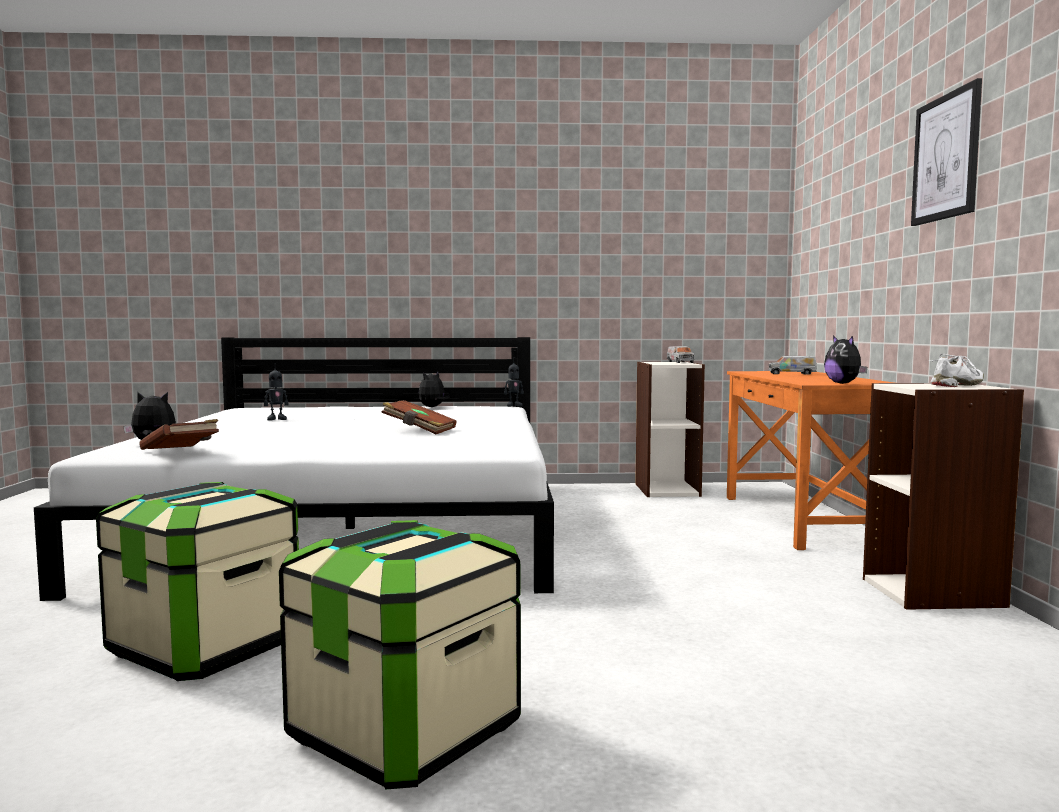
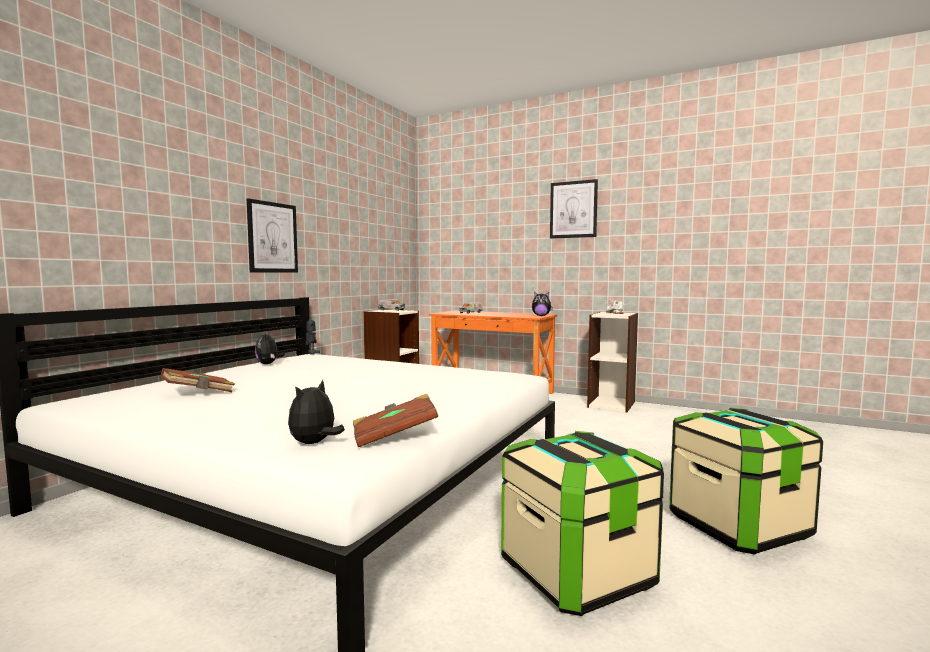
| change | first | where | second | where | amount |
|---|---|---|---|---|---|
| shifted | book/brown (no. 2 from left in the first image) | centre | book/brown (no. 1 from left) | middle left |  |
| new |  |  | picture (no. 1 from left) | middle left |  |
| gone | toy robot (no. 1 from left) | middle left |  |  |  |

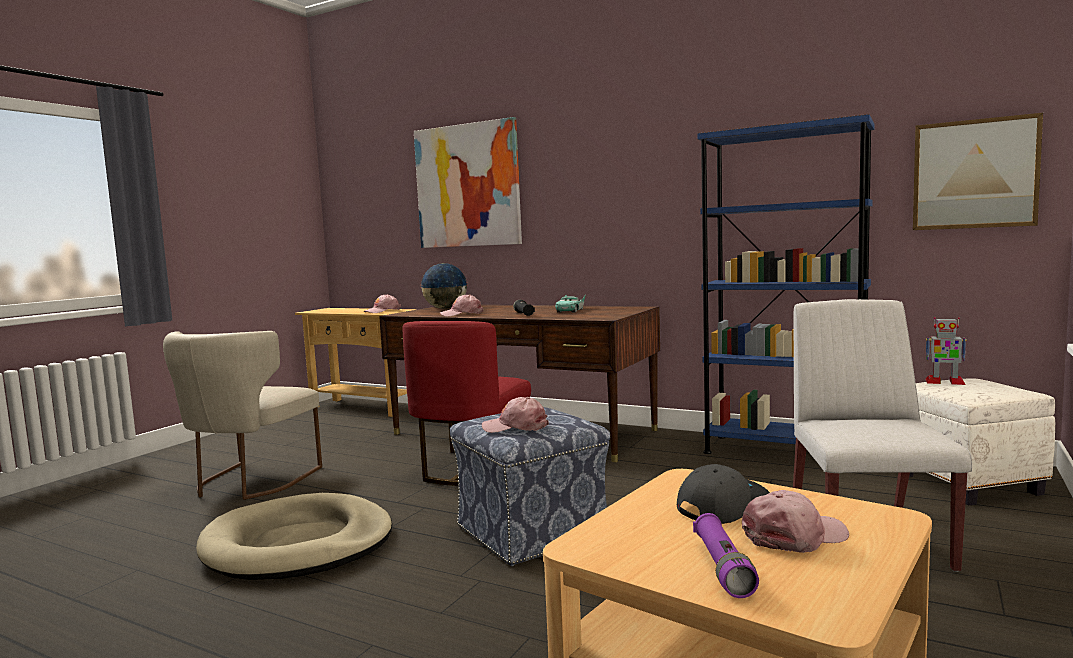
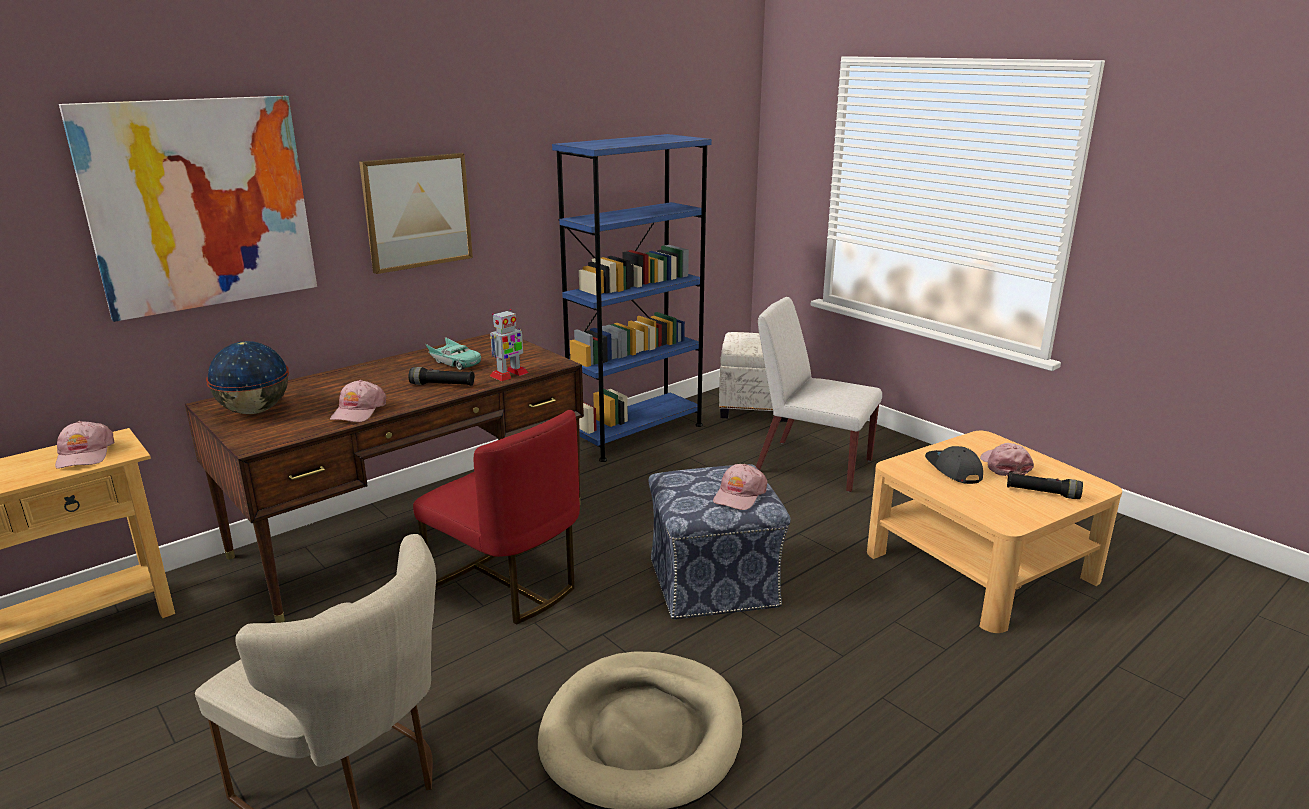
| change | first | where | second | where | amount |
|---|---|---|---|---|---|
| shifted | picture (no. 2 from left) | top right |  | top left |  |
| shifted | toy robot | middle right |  | centre |  |
| repainted | flashlight/purple | bottom right | flashlight/black (no. 2 from left) | middle right |  |

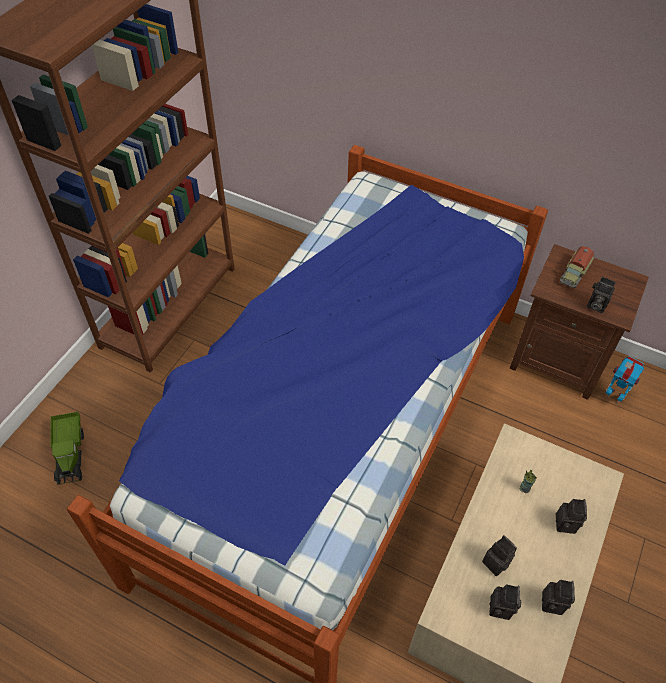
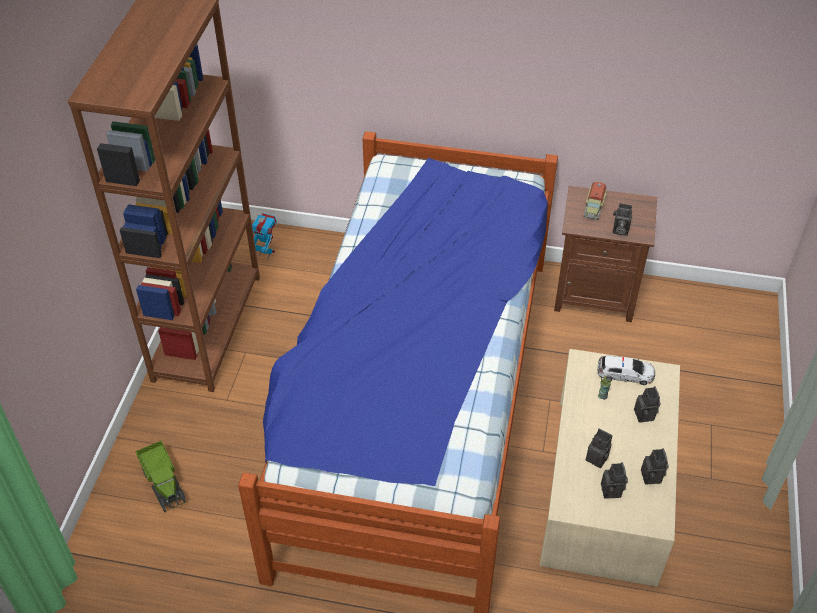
| change | first | where | second | where | amount |
|---|---|---|---|---|---|
| shifted | toy robot | middle right |  | middle left |  |
| new |  |  | toy car | middle right |  |

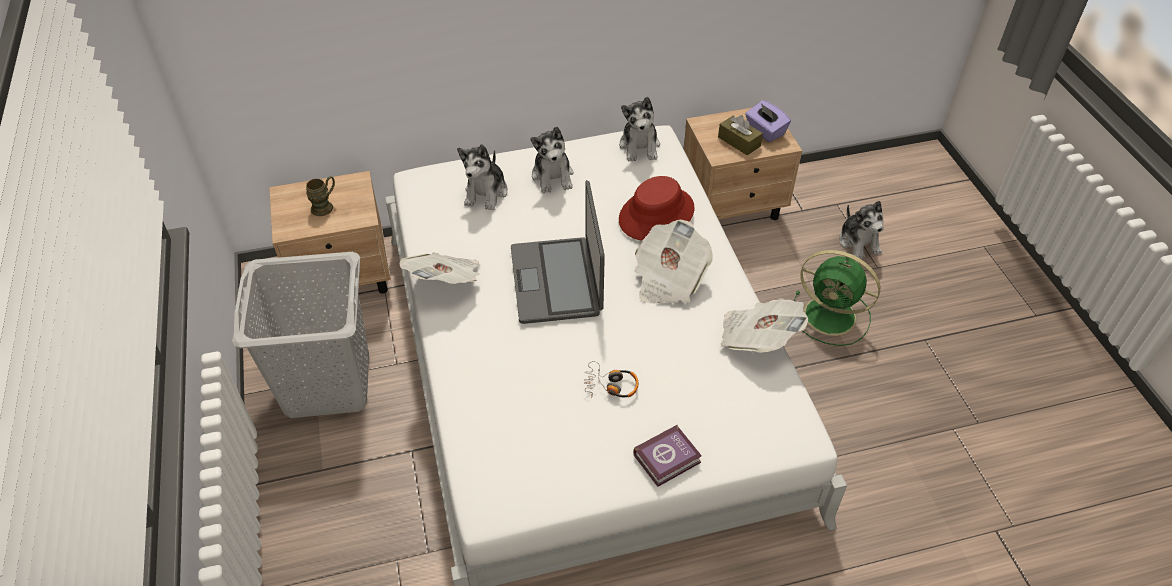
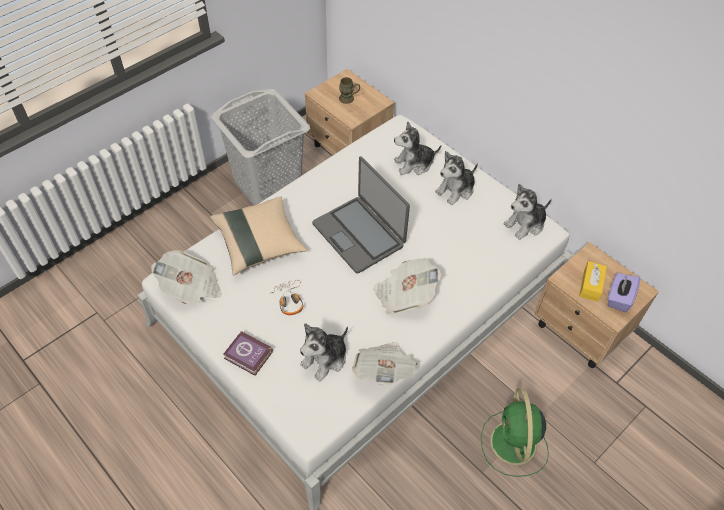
| change | first | where | second | where | amount |
|---|---|---|---|---|---|
| shifted | newspaper (no. 1 from left) | centre |  | middle left |  |
| new |  |  | pillow/beige | centre |  |
| shifted | plush toy (no. 4 from left in the first image) | middle right | plush toy (no. 1 from left) | bottom centre |  |
| rotated | laptop | centre |  | centre | 90 degrees counterclockwise |
| repainted | tissue box/brown | top centre | tissue box/yellow | middle right |  |
| gone | hat/red | centre |  |  |  |

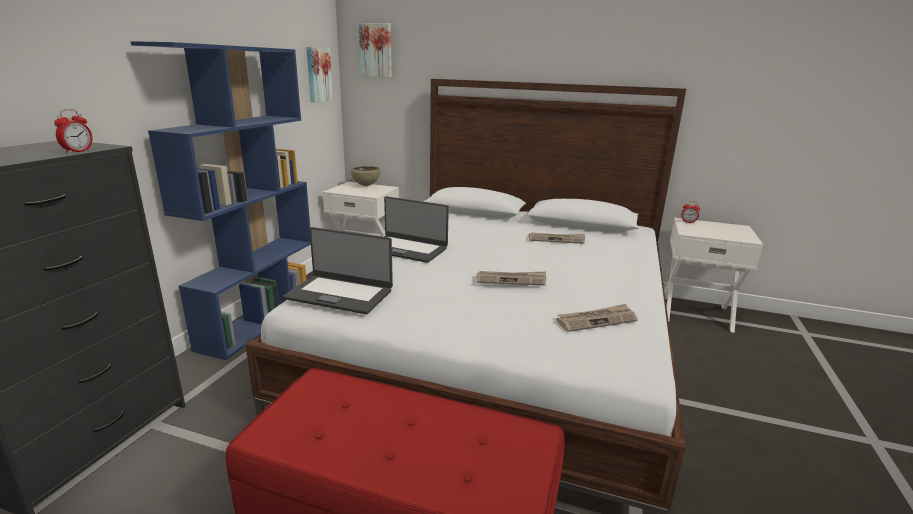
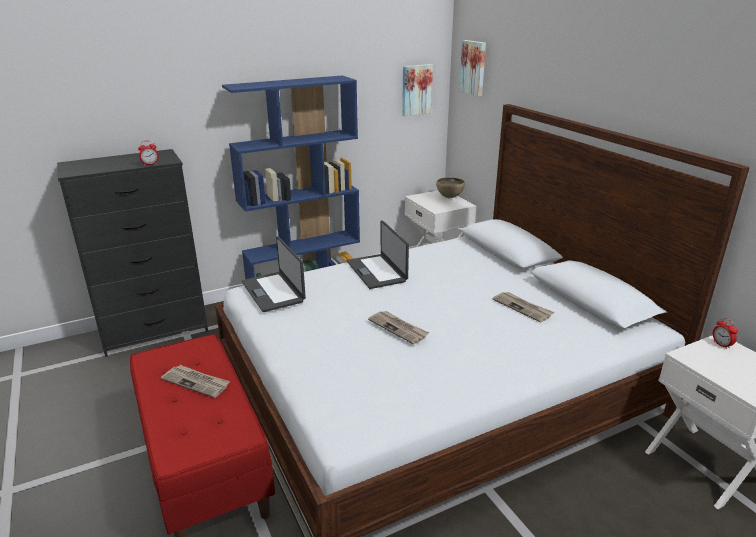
| change | first | where | second | where | amount |
|---|---|---|---|---|---|
| shifted | newspaper (no. 3 from left in the first image) | centre | newspaper (no. 1 from left) | bottom left |  |

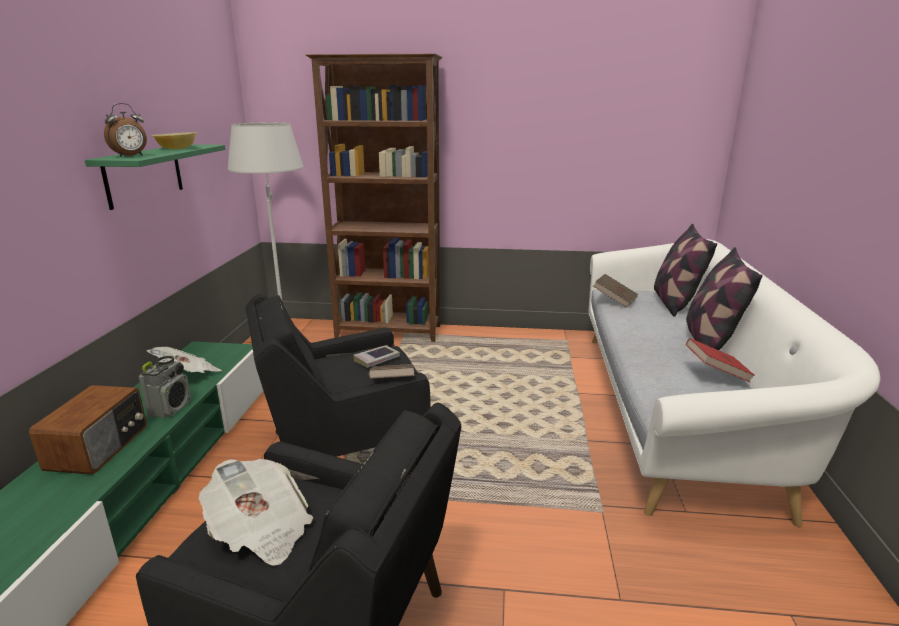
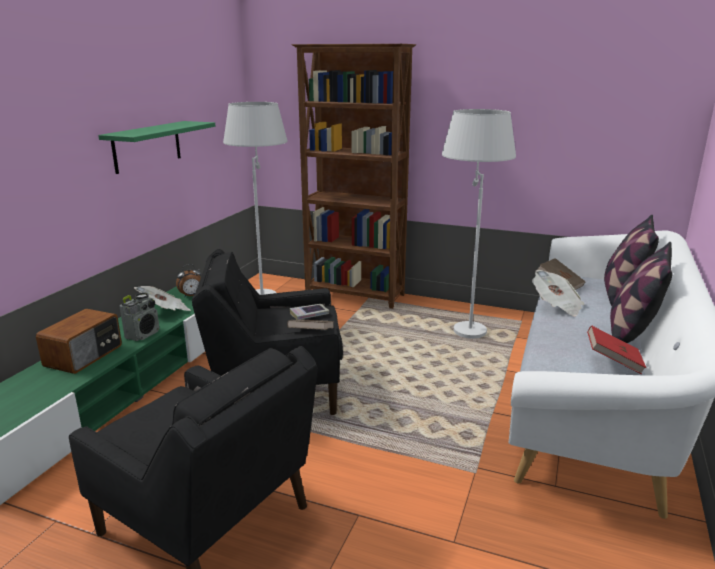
| change | first | where | second | where | amount |
|---|---|---|---|---|---|
| shifted | alarm clock | top left |  | middle left |  |
| new |  |  | floor lamp/white (no. 2 from left) | middle right |  |
| shifted | newspaper (no. 2 from left) | bottom left |  | middle right |  |
| gone | bowl | top left |  |  |  |

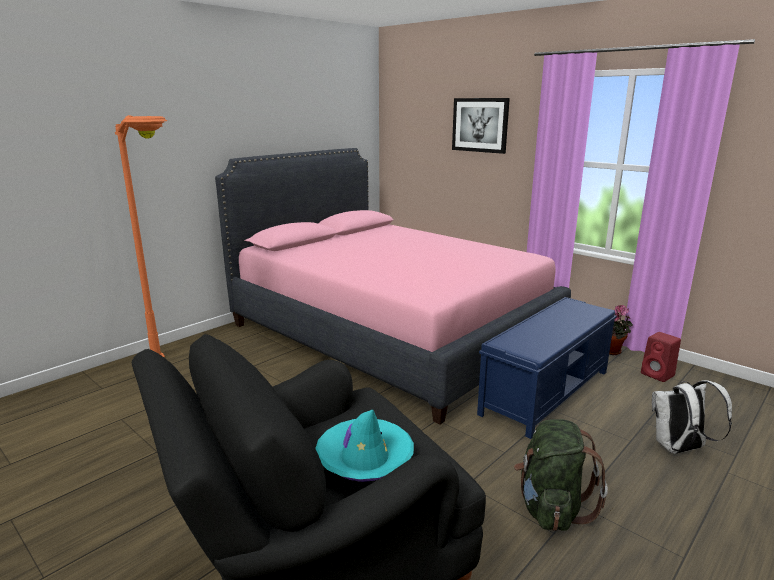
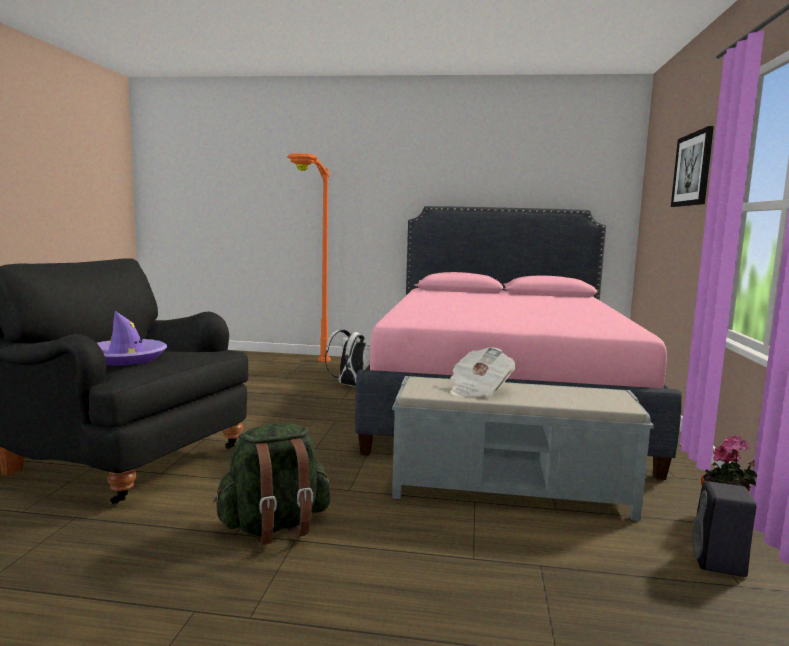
| change | first | where | second | where | amount |
|---|---|---|---|---|---|
| repainted | hat/turquoise | bottom centre | hat/purple | middle left |  |
| shifted | backpack/white | bottom right |  | centre |  |
| repainted | bench/blue | middle right | bench/grey | bottom centre |  |
| new |  |  | newspaper | centre |  |
| repainted | speaker/red | middle right | speaker/black | bottom right |  |

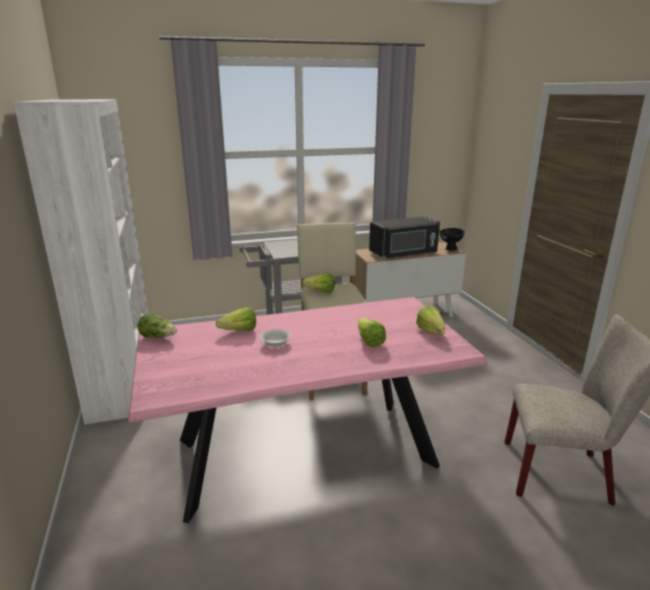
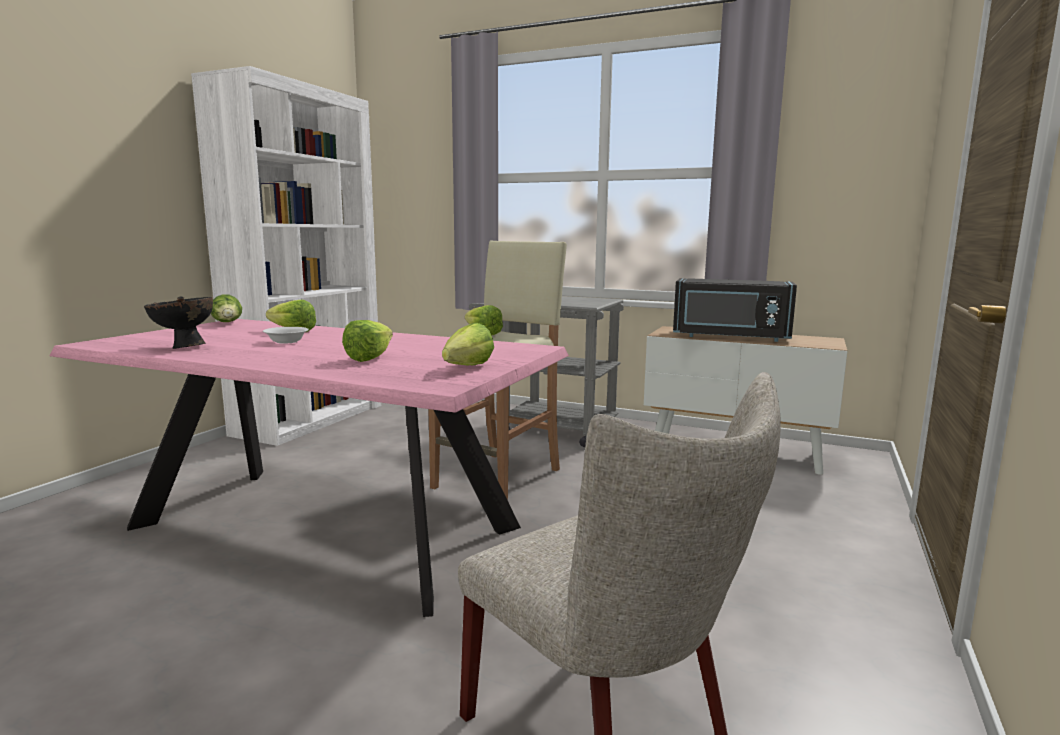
| change | first | where | second | where | amount |
|---|---|---|---|---|---|
| shifted | bowl/black | middle right |  | middle left |  |

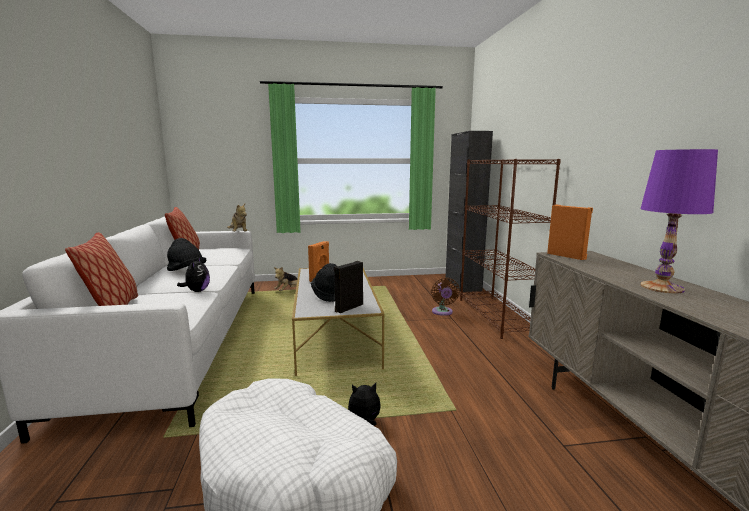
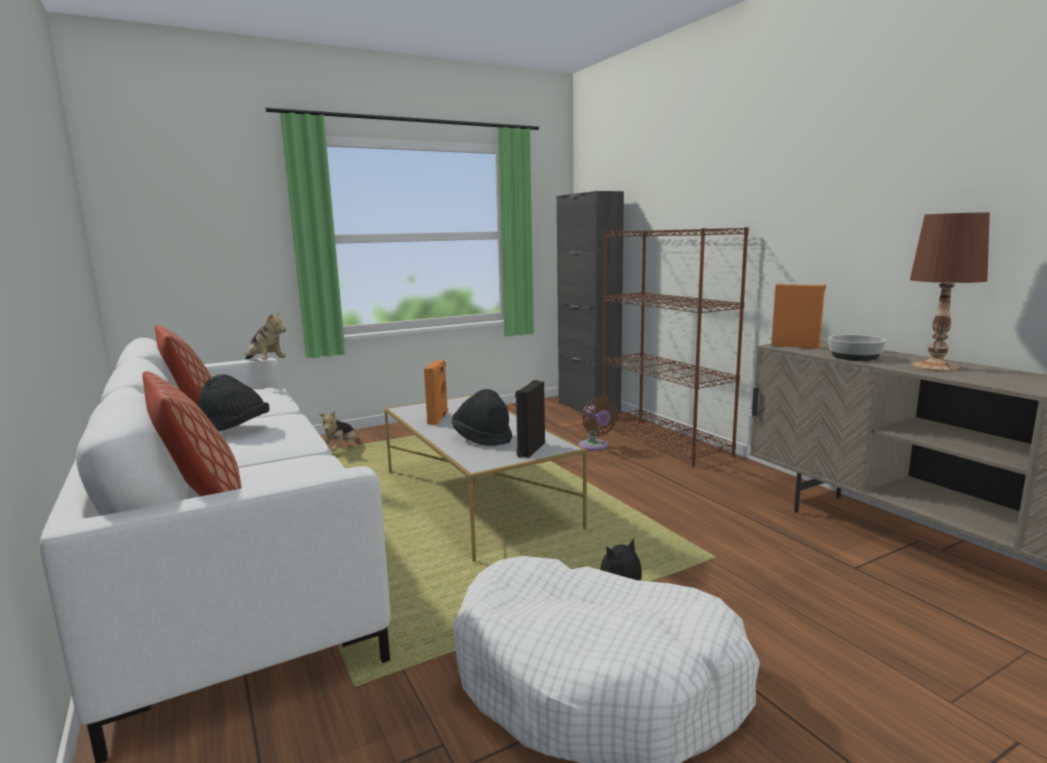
| change | first | where | second | where | amount |
|---|---|---|---|---|---|
| new |  |  | bowl | middle right |  |
| repainted | table lamp/purple | middle right | table lamp/brown | middle right |  |
| gone | plush toy (no. 1 from left) | middle left |  |  |  |

